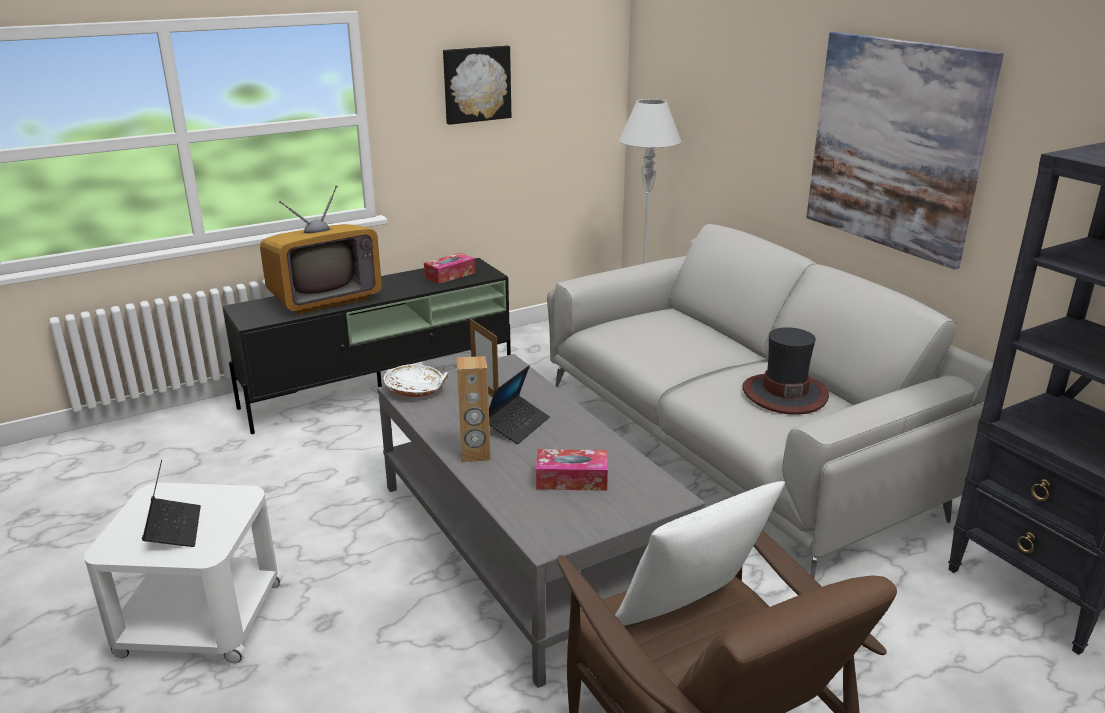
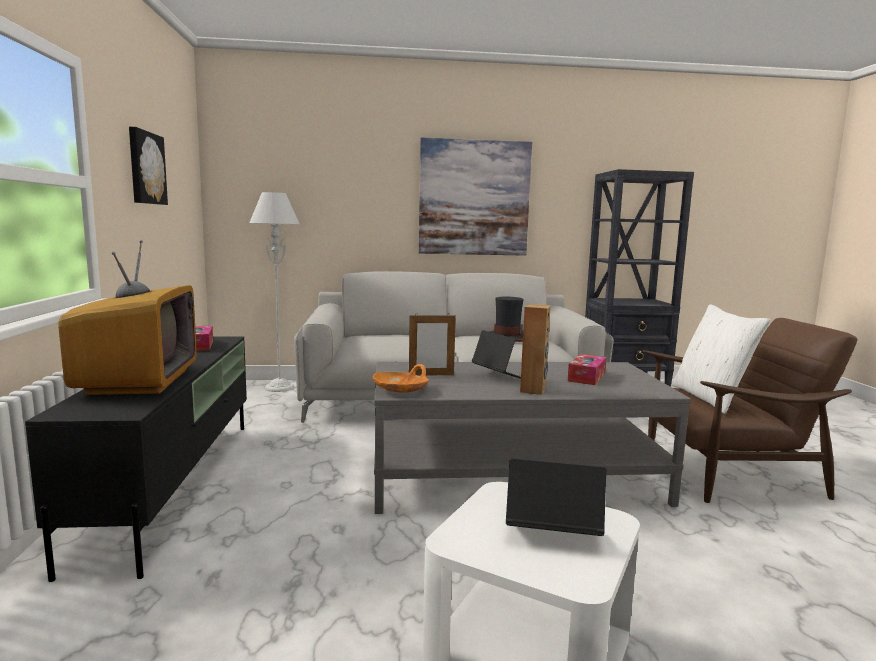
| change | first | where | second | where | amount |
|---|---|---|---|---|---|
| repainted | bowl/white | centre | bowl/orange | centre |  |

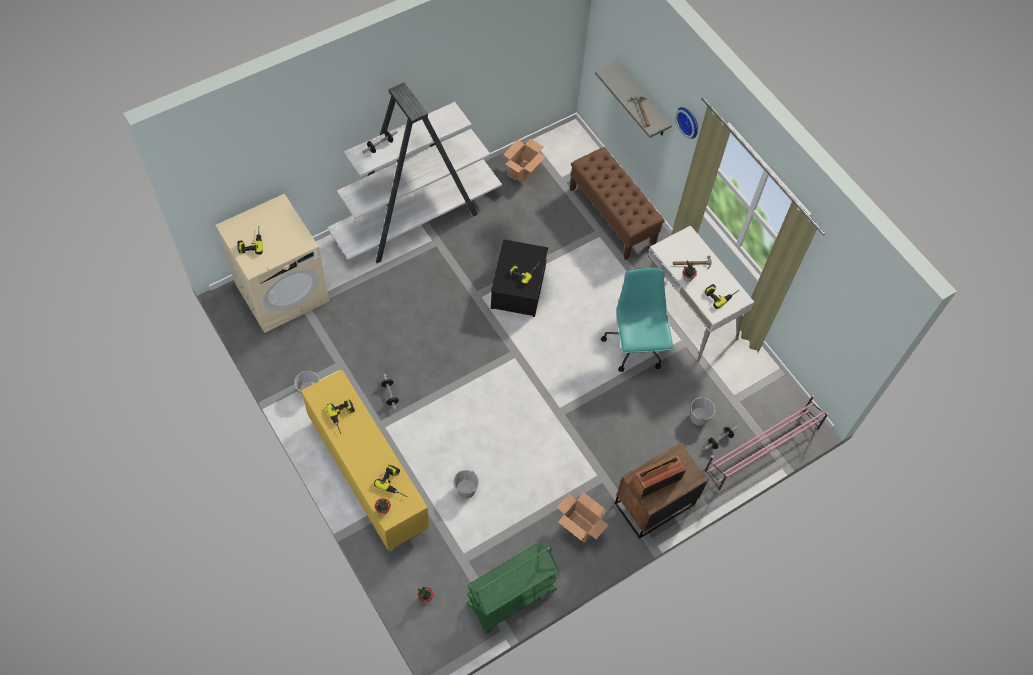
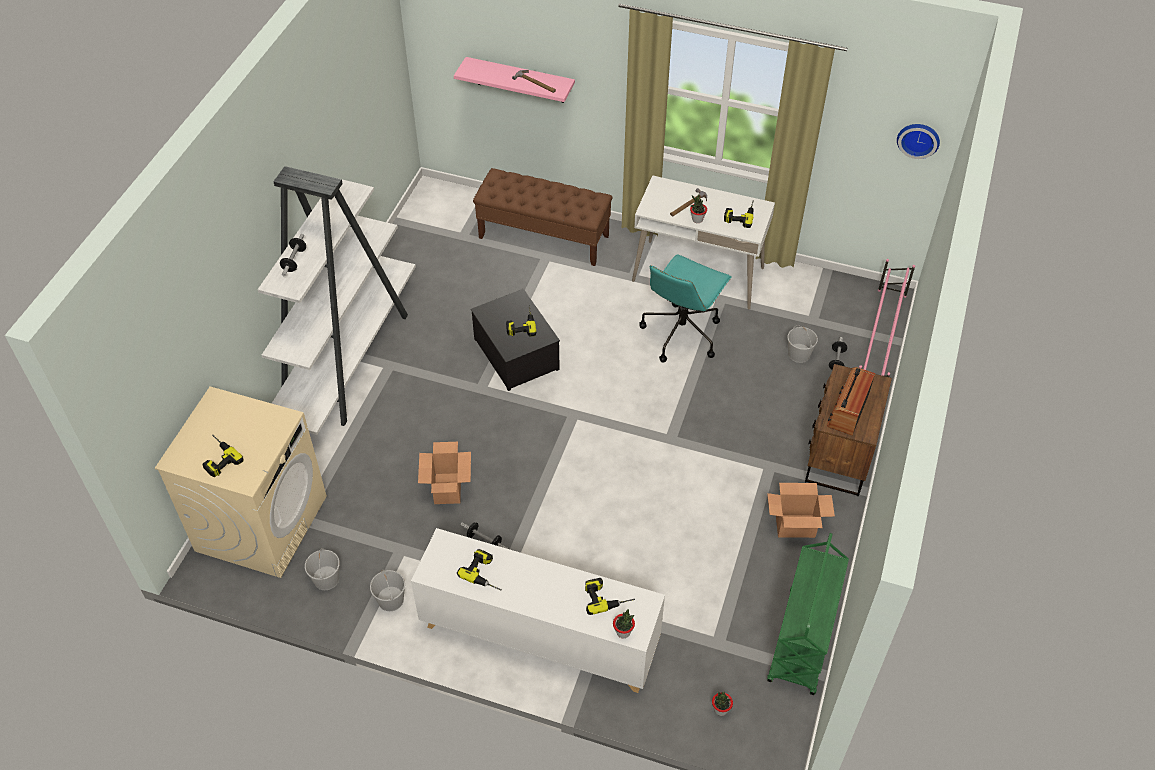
| change | first | where | second | where | amount |
|---|---|---|---|---|---|
| shifted | bucket/white (no. 2 from left in the first image) | bottom centre | bucket/white (no. 1 from left) | bottom left |  |
| repainted | cabinet/yellow | bottom centre | cabinet/white | bottom centre |  |
| shifted | cardboard box (no. 1 from left) | top centre |  | centre |  |
| repainted | shelf/grey | top centre | shelf/pink | top centre |  |
| rotated | office chair/turquoise | centre |  | centre | 105 degrees counterclockwise |
| shifted | wall clock | top centre |  | top right |  |

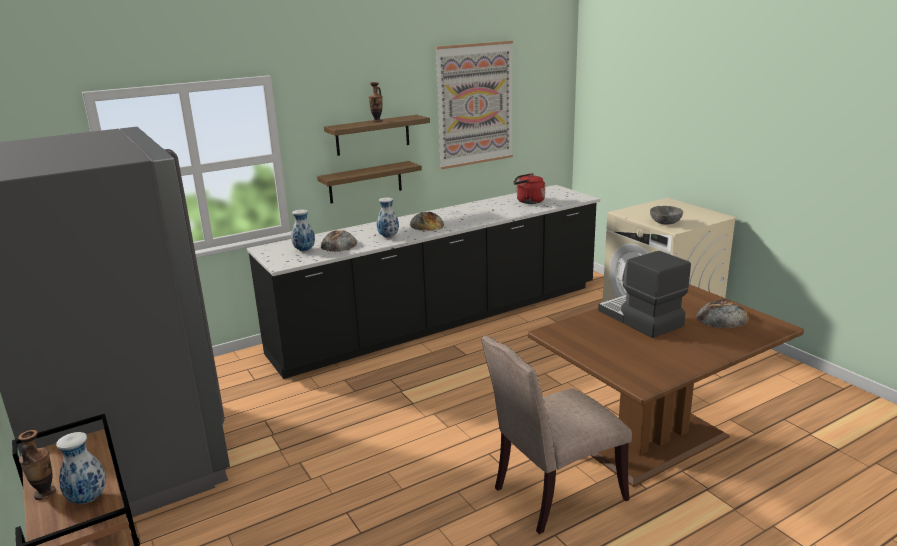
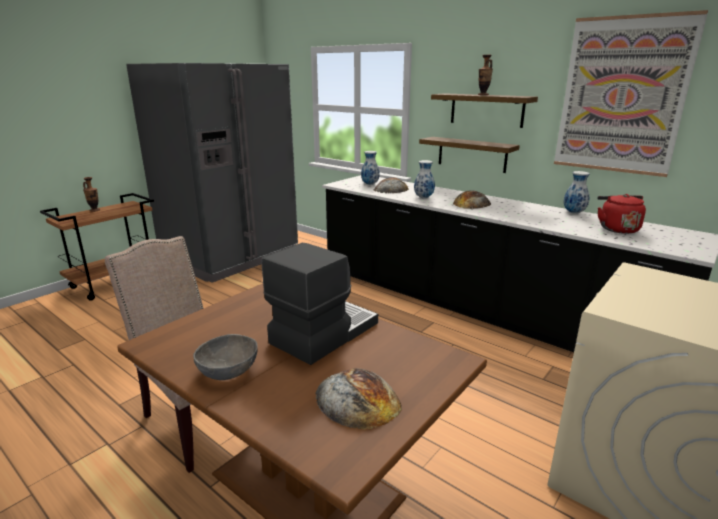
| change | first | where | second | where | amount |
|---|---|---|---|---|---|
| shifted | bowl/grey | middle right |  | bottom left |  |
| shifted | vase (no. 2 from left in the first image) | bottom left | vase (no. 5 from left) | middle right |  |

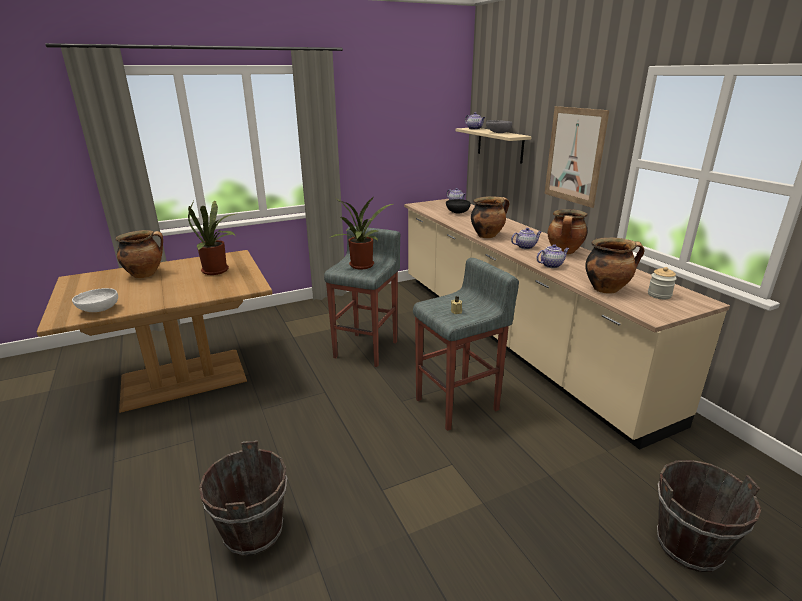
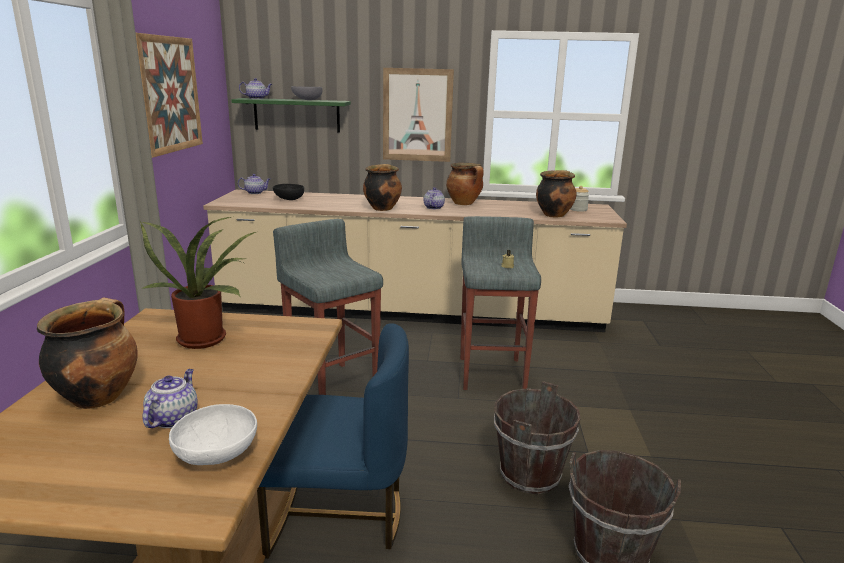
| change | first | where | second | where | amount |
|---|---|---|---|---|---|
| new |  |  | picture (no. 1 from left) | top left |  |
| shifted | teapot (no. 4 from left in the first image) | middle right | teapot (no. 1 from left) | bottom left |  |
| repainted | shelf/beige | top centre | shelf/green | top centre |  |
| new |  |  | chair/blue | bottom centre |  |
| shifted | bucket/brown (no. 2 from left in the first image) | bottom right | bucket/brown (no. 1 from left) | bottom centre |  |
| gone | potted plant (no. 2 from left) | centre |  |  |  |

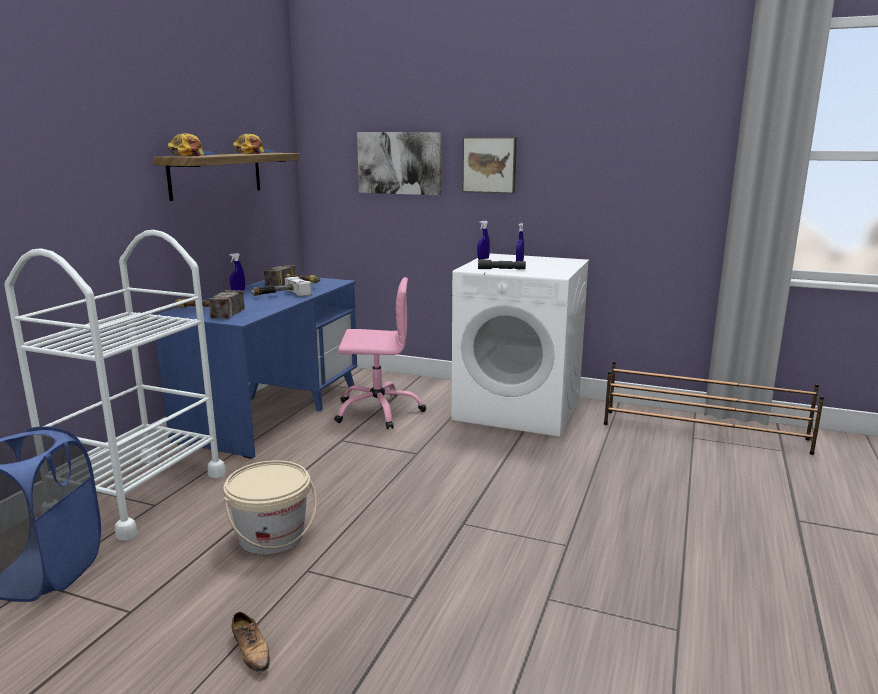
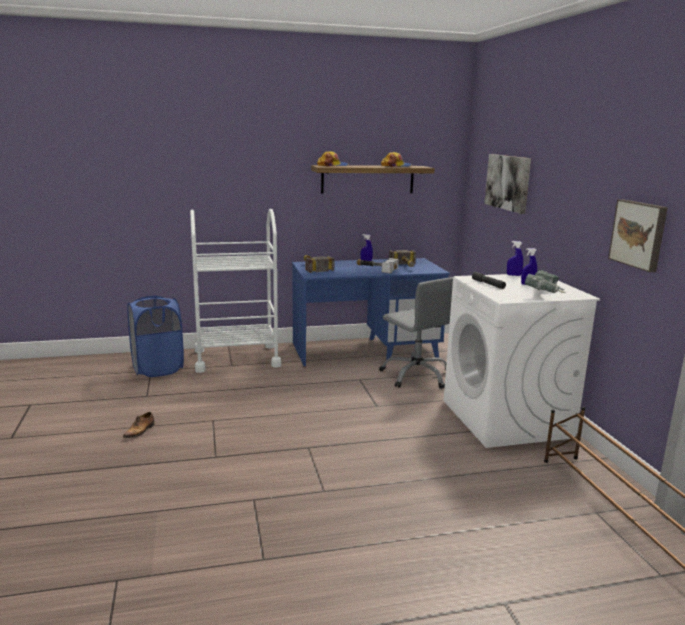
| change | first | where | second | where | amount |
|---|---|---|---|---|---|
| repainted | office chair/pink | centre | office chair/grey | centre |  |
| new |  |  | power drill | middle right |  |
| shifted | picture (no. 2 from left) | top centre |  | middle right |  |
| gone | bucket/beige | bottom left |  |  |  |

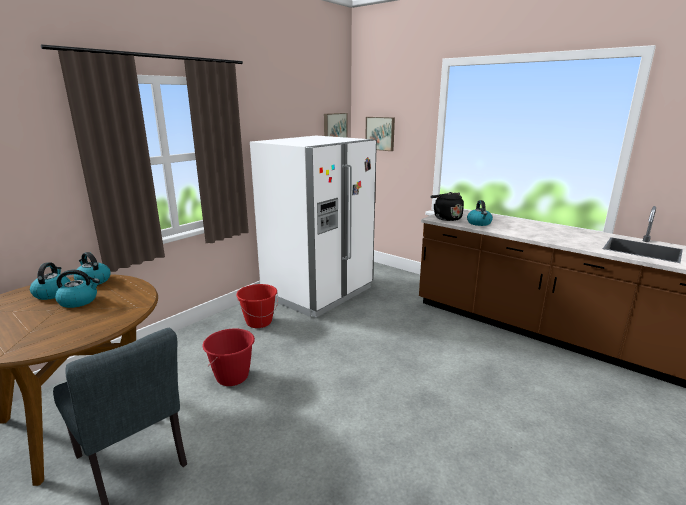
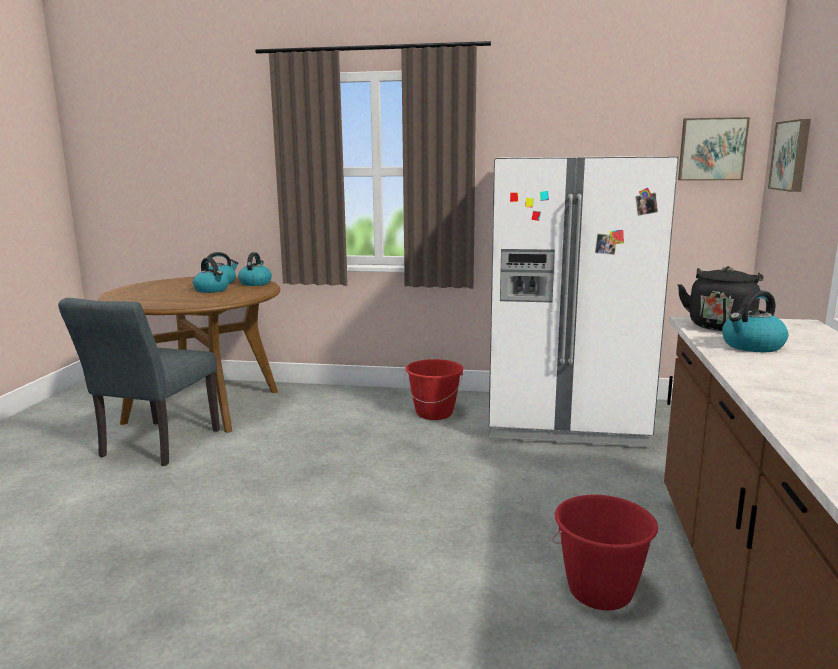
| change | first | where | second | where | amount |
|---|---|---|---|---|---|
| shifted | bucket/red (no. 1 from left in the first image) | bottom left | bucket/red (no. 2 from left) | bottom right |  |

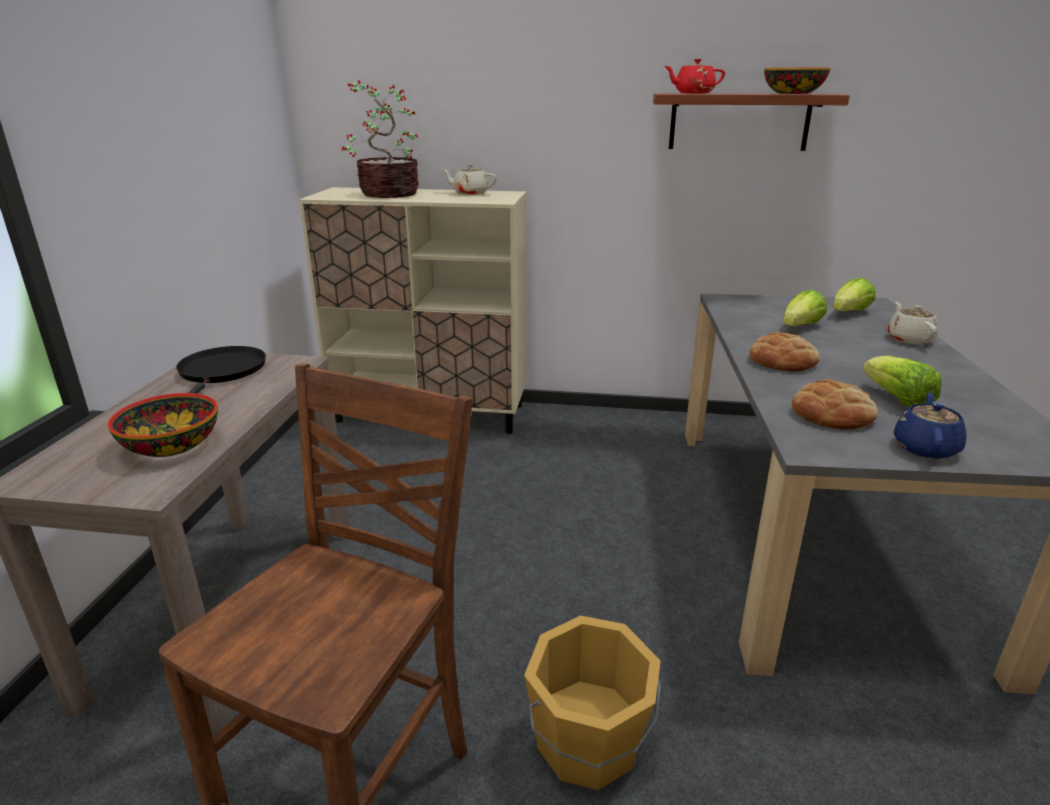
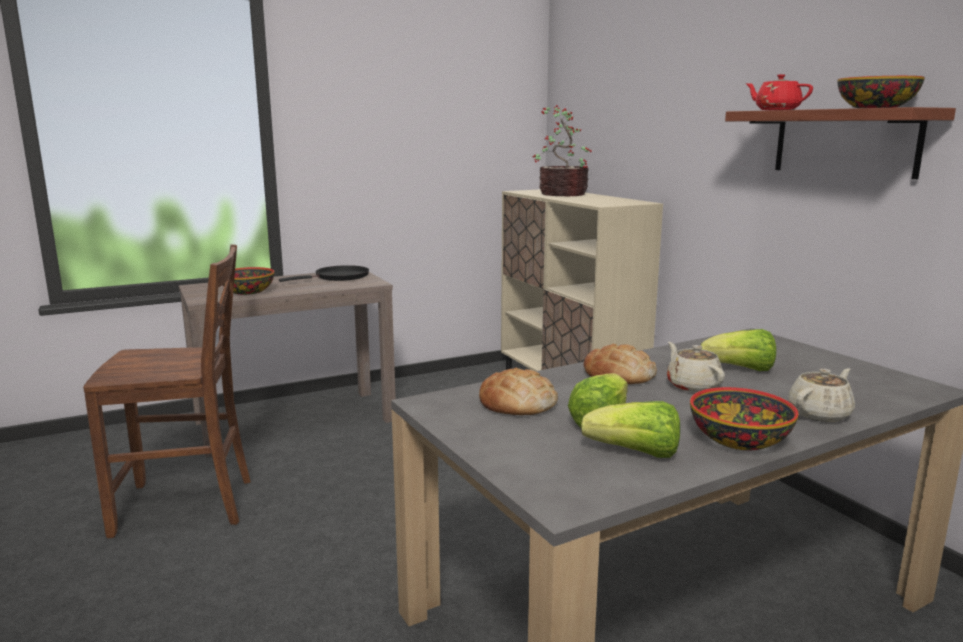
| change | first | where | second | where | amount |
|---|---|---|---|---|---|
| shifted | lettuce (no. 2 from left) | middle right |  | bottom centre |  |
| shifted | teapot/beige (no. 1 from left) | top centre |  | middle right |  |
| new |  |  | bowl (no. 2 from left) | middle right |  |
| gone | bucket/orange | bottom centre |  |  |  |
| gone | teapot/blue | middle right |  |  |  |

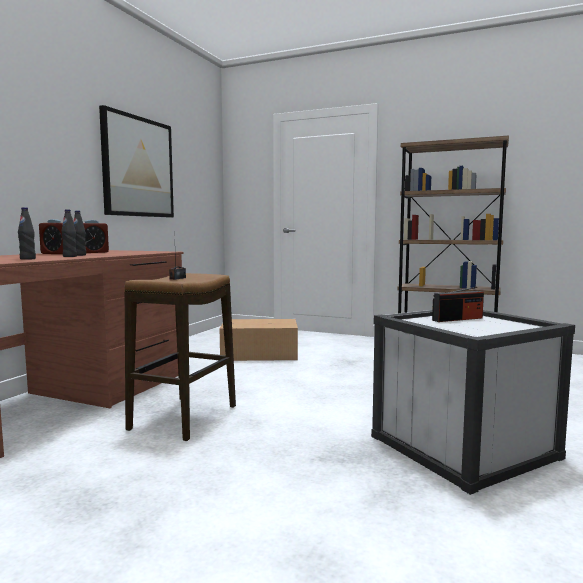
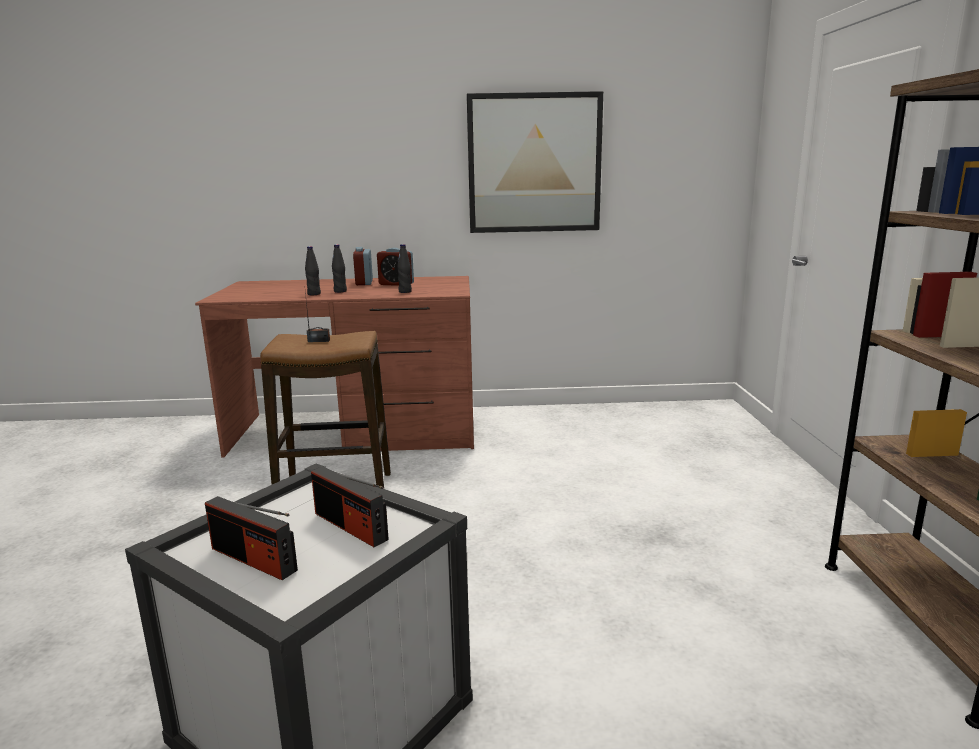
| change | first | where | second | where | amount |
|---|---|---|---|---|---|
| new |  |  | radio (no. 1 from left) | bottom left |  |
| shifted | bottle/black (no. 1 from left in the first image) | middle left | bottle/black (no. 3 from left) | centre |  |
| gone | cardboard box | centre |  |  |  |

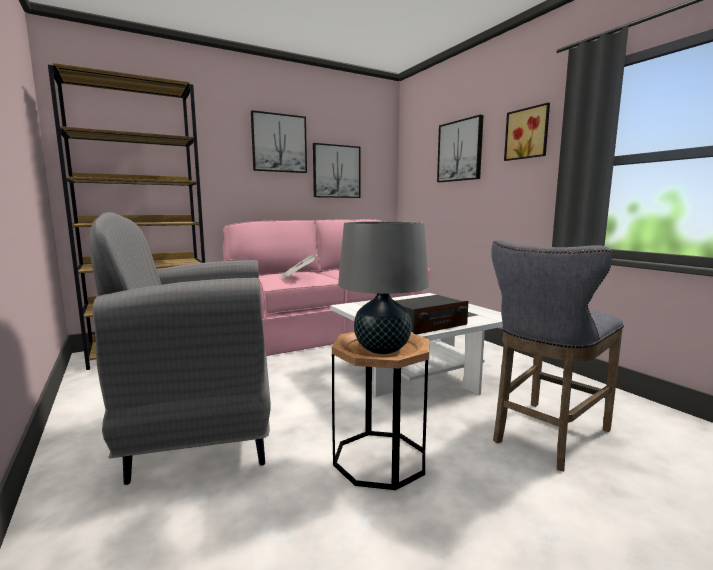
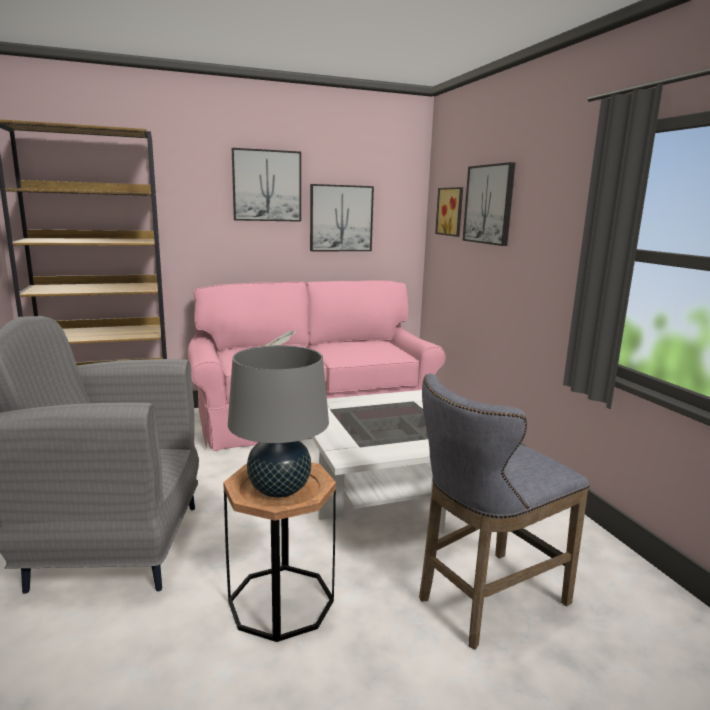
| change | first | where | second | where | amount |
|---|---|---|---|---|---|
| shifted | picture (no. 4 from left in the first image) | top right | picture (no. 3 from left) | top centre |  |
| gone | radio | centre |  |  |  |

